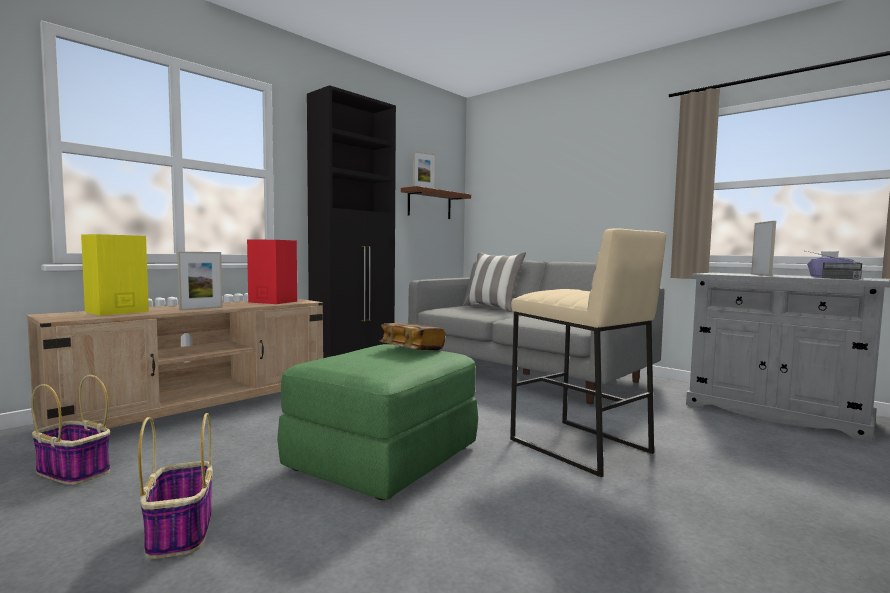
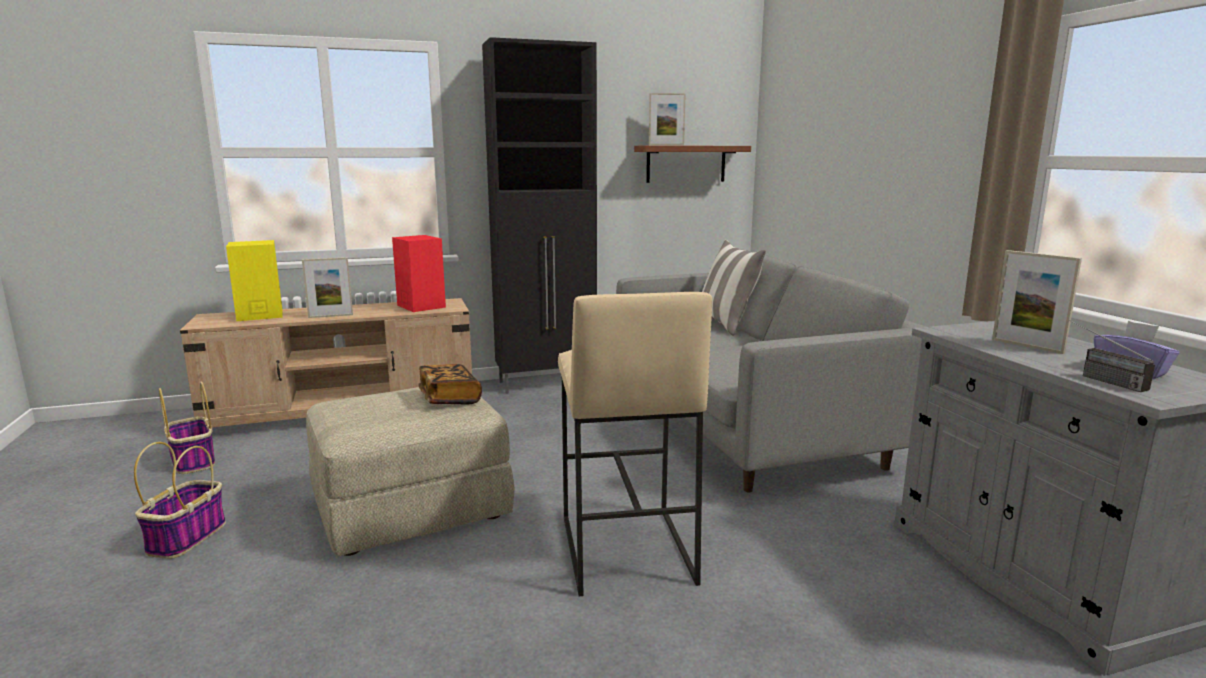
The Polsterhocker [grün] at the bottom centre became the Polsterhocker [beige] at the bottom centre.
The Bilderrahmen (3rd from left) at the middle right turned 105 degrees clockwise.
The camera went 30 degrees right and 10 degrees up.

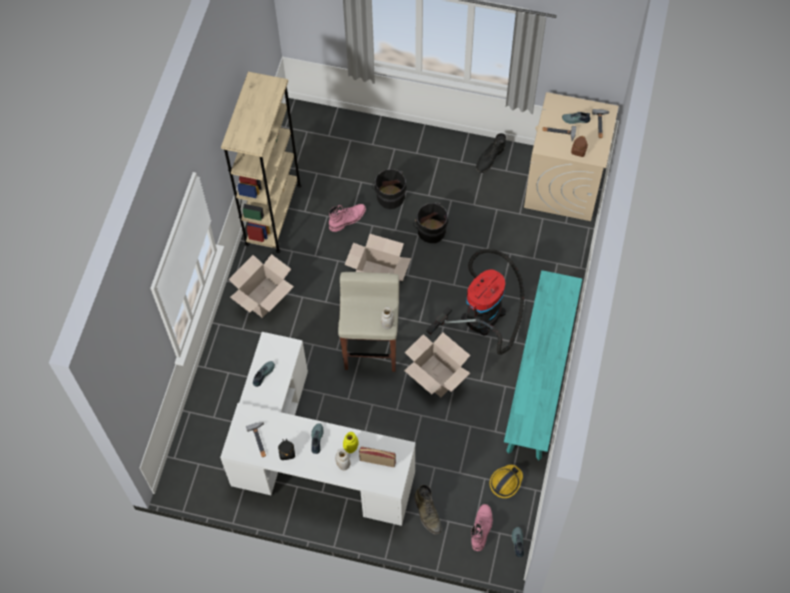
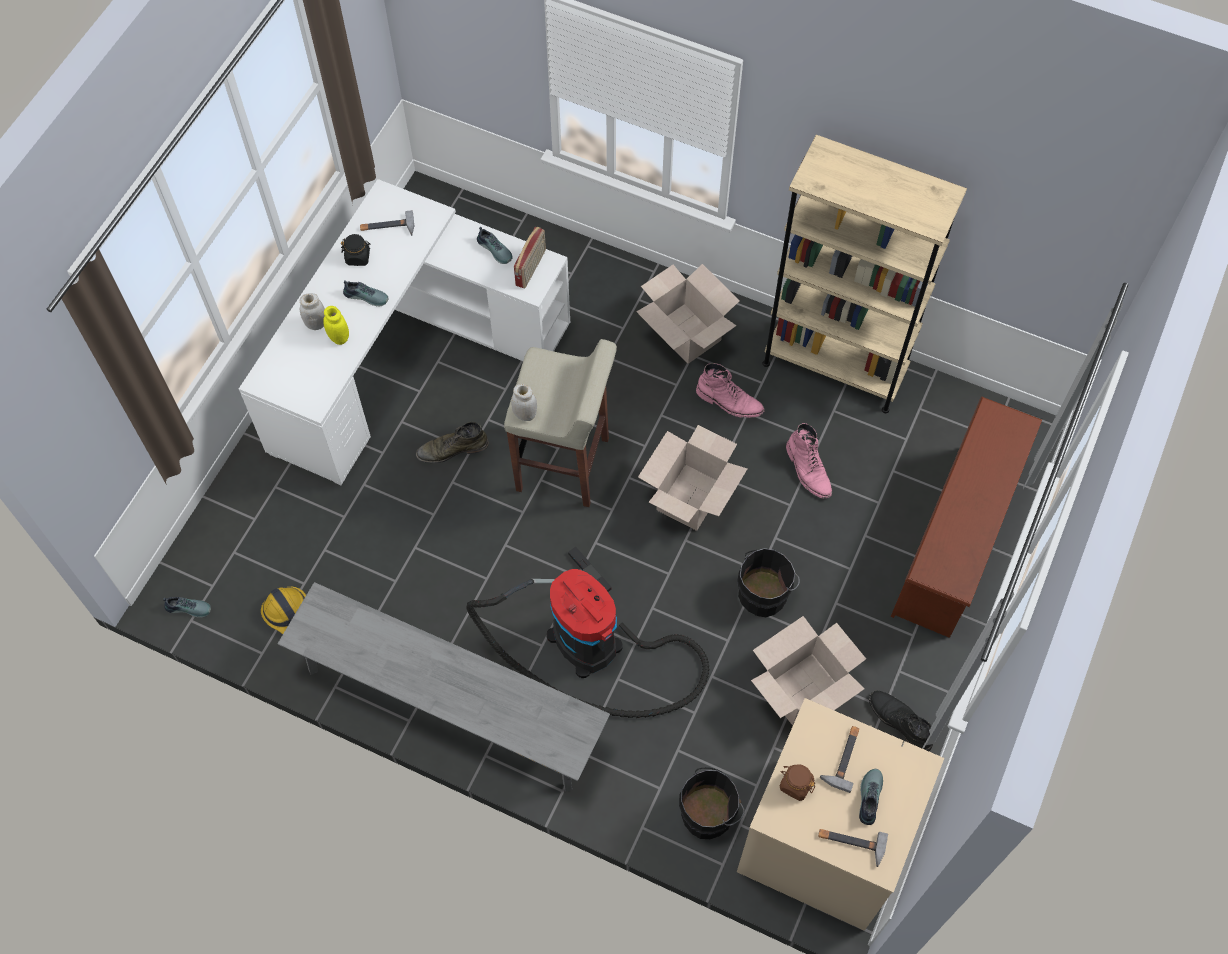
The Bank [türkis] at the middle right became the Bank [grau] at the bottom centre.
The Stiefel [grün] moved from the bottom centre to the centre.
The Radio moved from the bottom centre to the top centre.
The Eimer [schwarz] (1st from left) moved from the top centre to the bottom centre.
The Stiefel [rosa] (2nd from left in the first image) moved from the bottom centre to the centre.
The Karton (3rd from left) moved from the centre to the bottom centre.
The Schuhregal [braun] at the middle right appeared.
The camera went 100 degrees right and 0 degrees up.

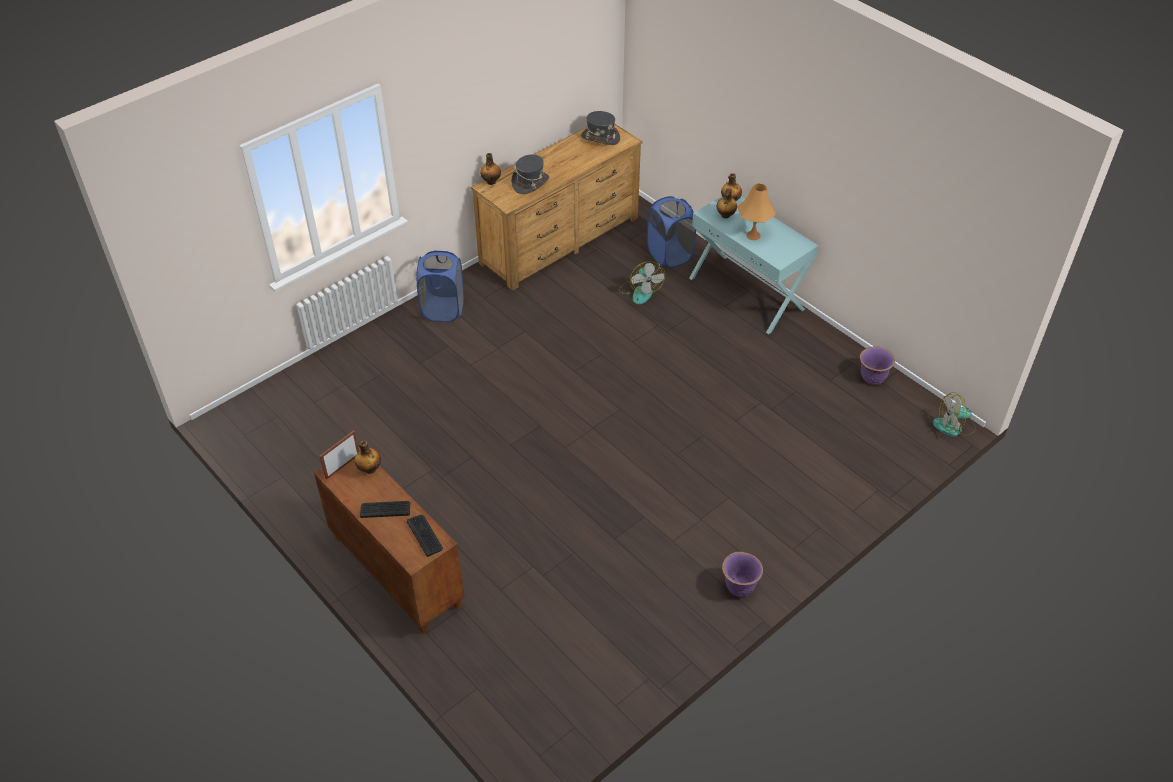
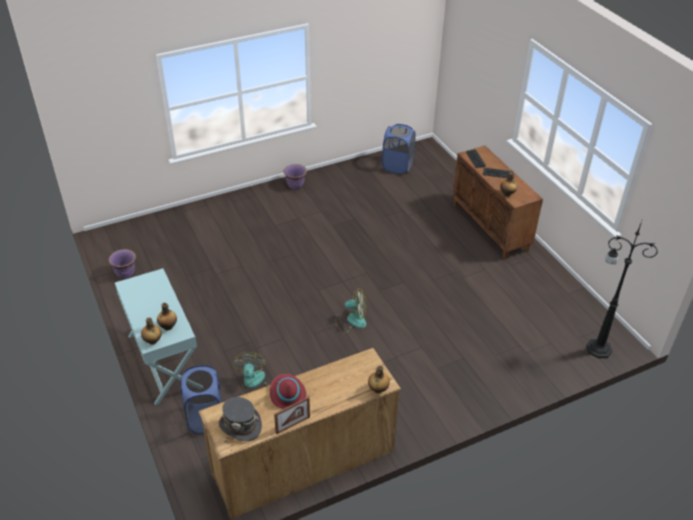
The Hut [rot] at the bottom centre appeared.
The Bilderrahmen moved from the middle left to the bottom centre.
The Ventilator (2nd from left) moved from the middle right to the centre.
The Wäschekorb [blau] (1st from left in the first image) moved from the centre to the top centre.
The Stehlampe [schwarz] at the middle right appeared.
The Hut [grau] (1st from left) at the top centre disappeared.
The Tischlampe [orange] at the top centre disappeared.
The camera went 165 degrees left and 5 degrees down.

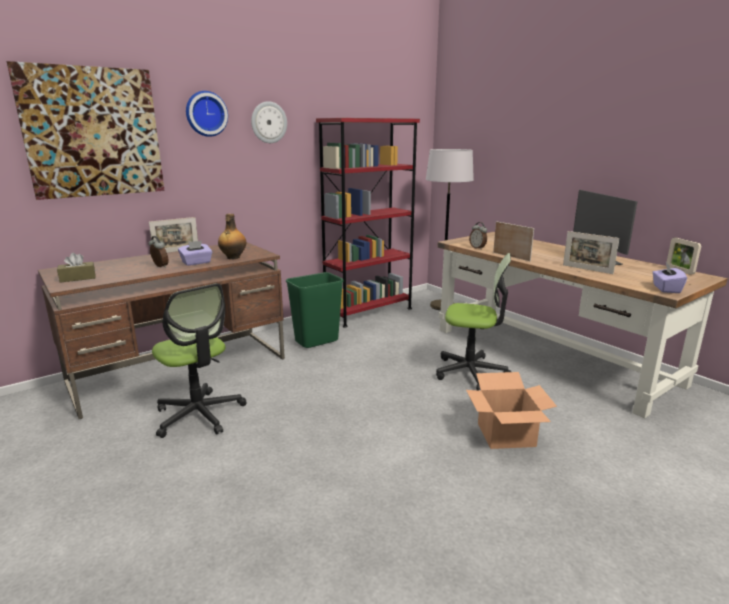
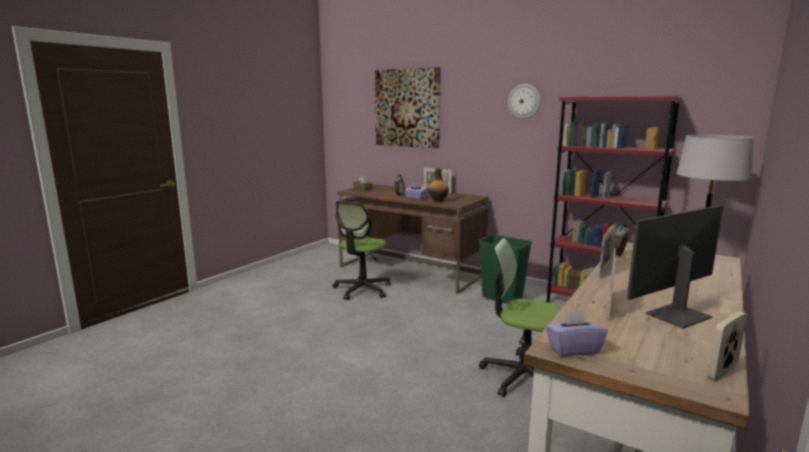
The Bürostuhl (2nd from left) at the centre turned 120 degrees clockwise.
The Wanduhr (1st from left) at the top left disappeared.
The Karton at the bottom right disappeared.
The camera went 70 degrees right and 5 degrees down.

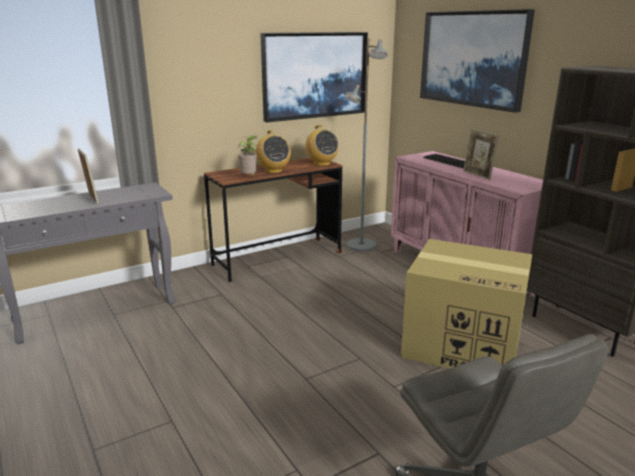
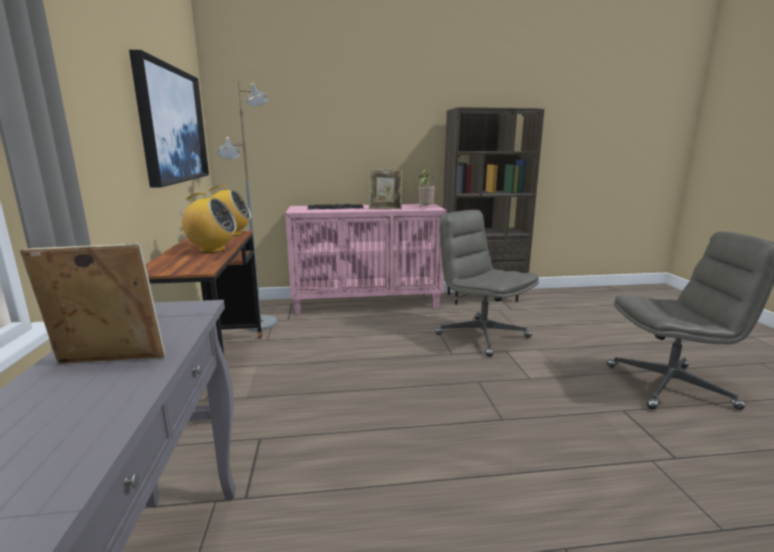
The Topfpflanze moved from the top centre to the centre.
The Karton at the middle right was replaced by the Bürostuhl [grau] (1st from left) at the centre.
The Bild (2nd from left) at the top right disappeared.
The camera went 65 degrees left and 5 degrees down.

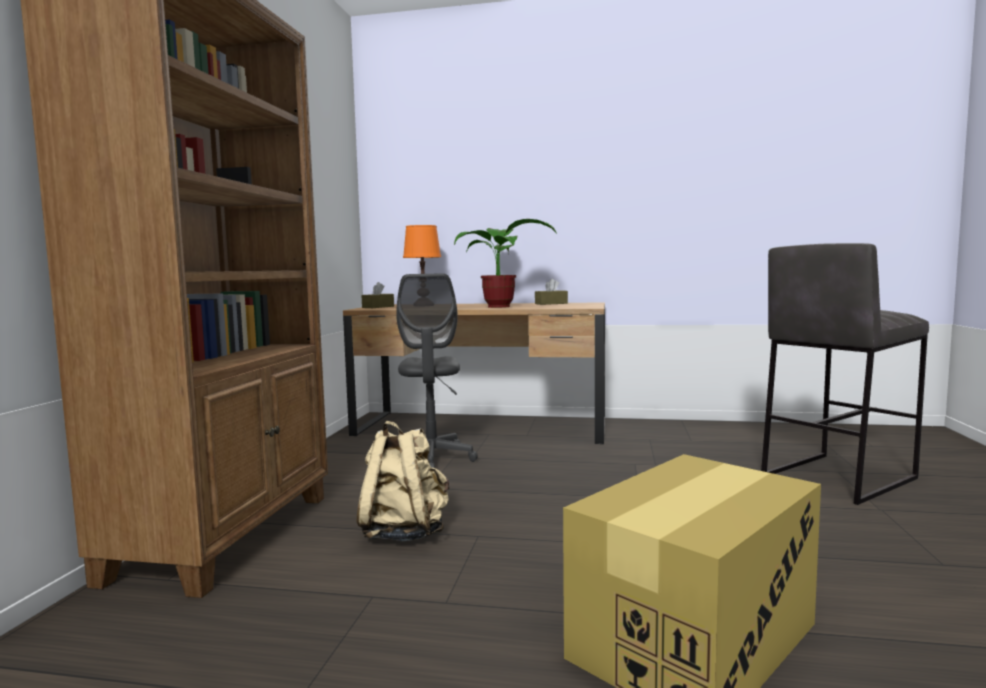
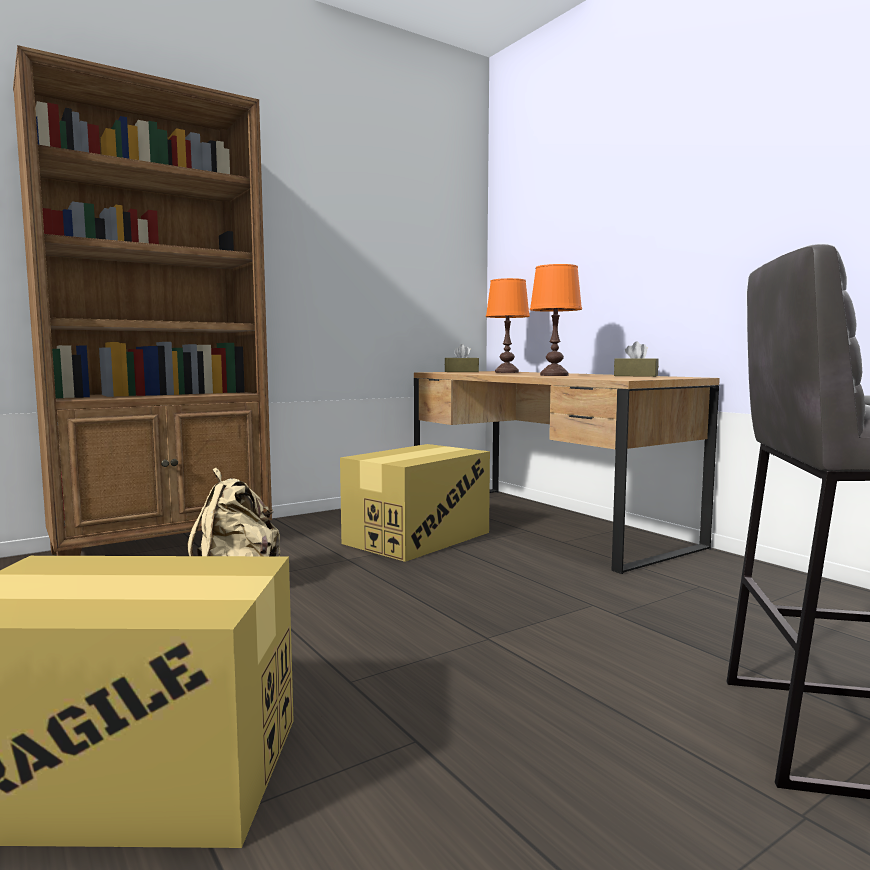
The Bürostuhl [grau] at the centre was replaced by the Karton (2nd from left) at the centre.
The Topfpflanze at the centre was replaced by the Tischlampe [orange] (2nd from left) at the centre.
The camera went 45 degrees right and 0 degrees up.

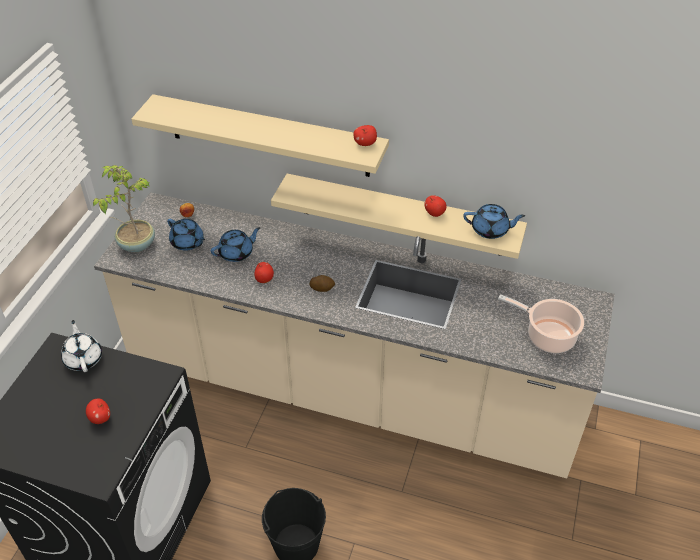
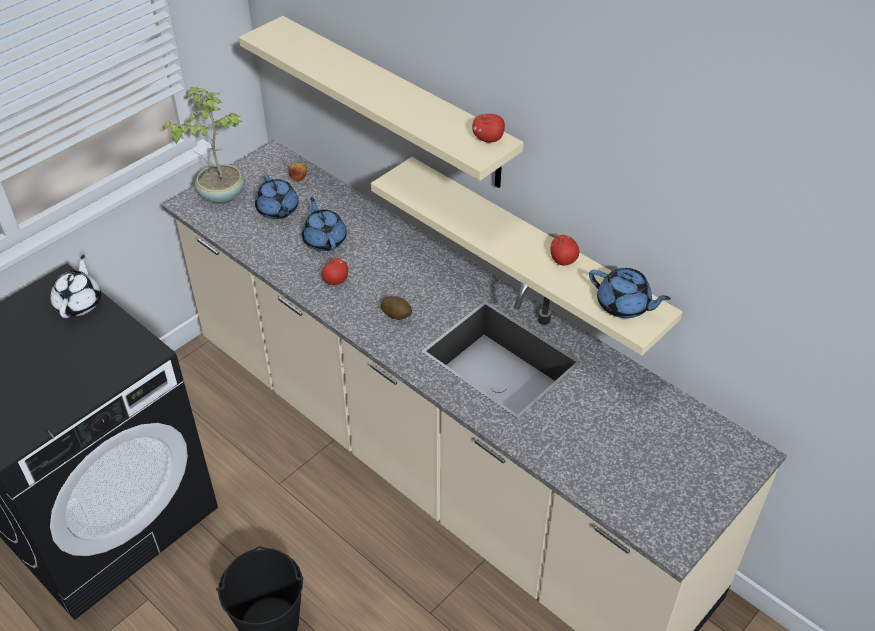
The Teekanne [blau] (2nd from left) at the centre turned 105 degrees counterclockwise.
The Apfel (1st from left) at the bottom left disappeared.
The Kochtopf at the middle right disappeared.
The camera went 25 degrees right and 0 degrees up.

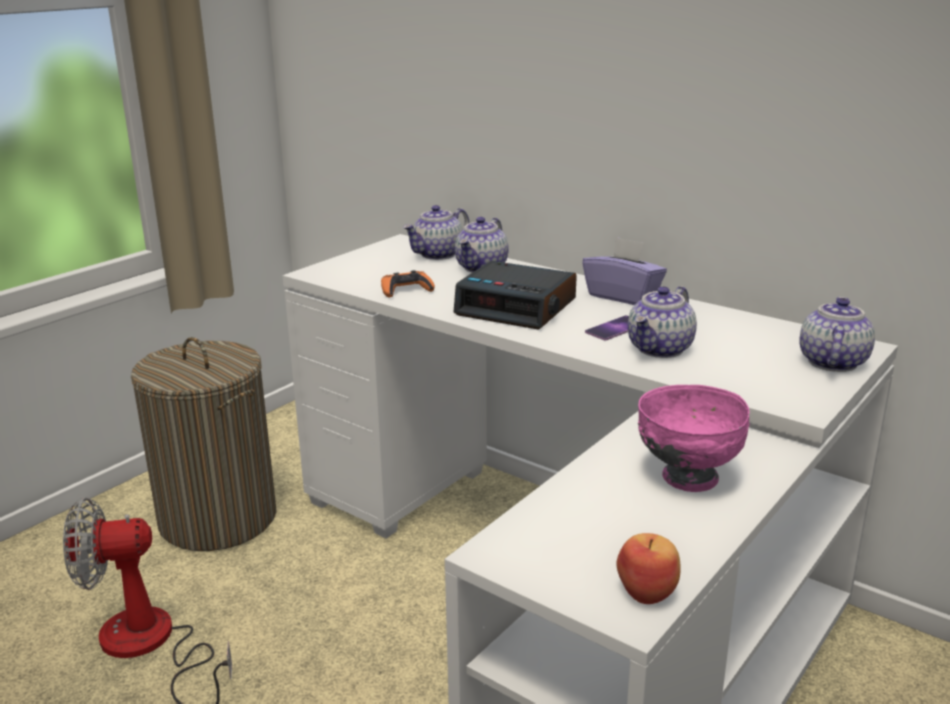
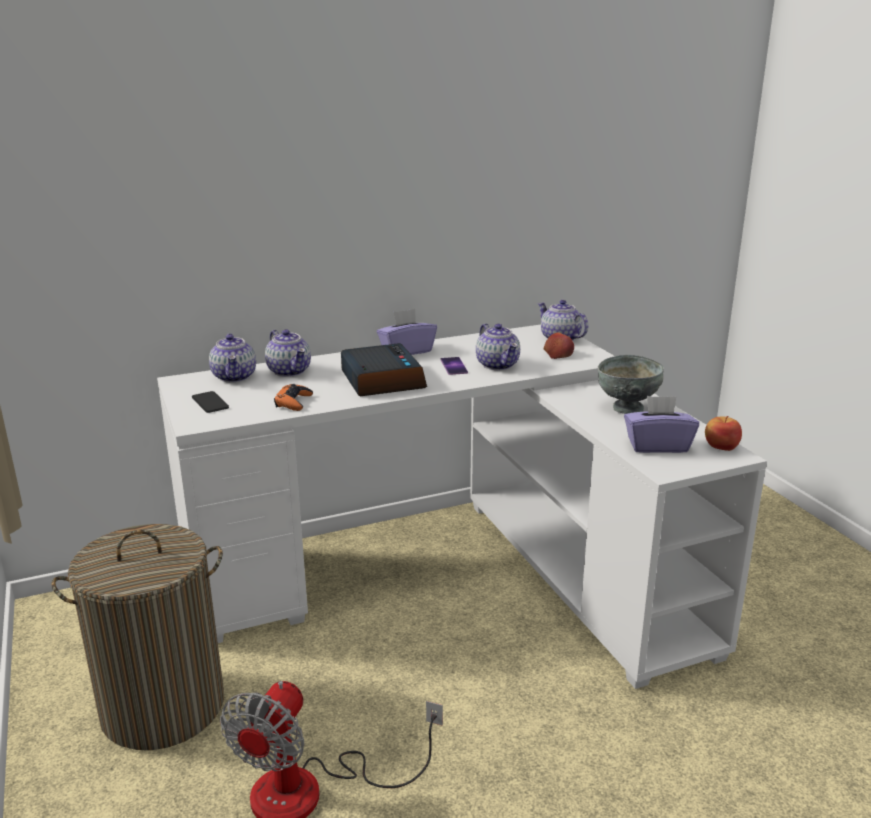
The Handy (1st from left) at the middle left appeared.
The Wecker at the centre turned 75 degrees counterclockwise.
The Apfel (1st from left) at the centre appeared.
The Schüssel [rosa] at the middle right became the Schüssel [grau] at the middle right.
The Taschentuchbox [lila] (2nd from left) at the middle right appeared.
The camera went 60 degrees left and 0 degrees up.

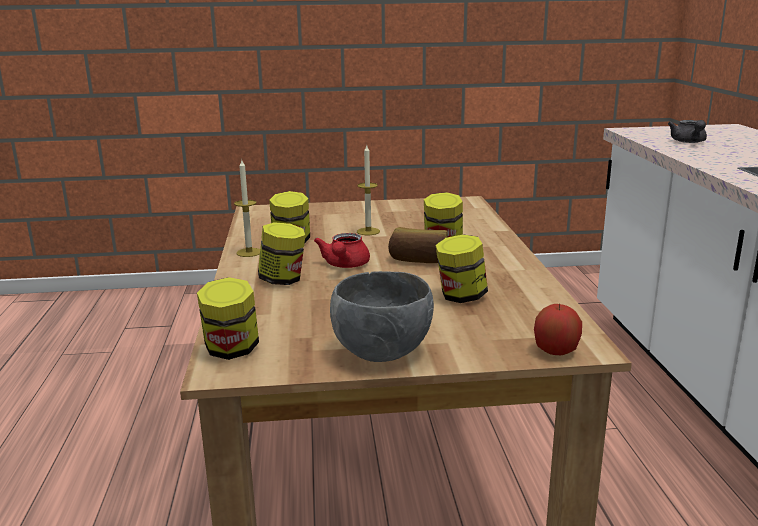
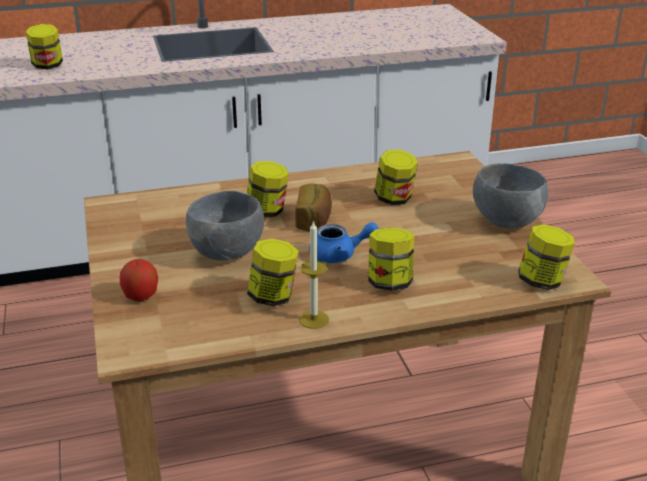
The Teekanne [grau] at the top right was replaced by the Vorratsglas (1st from left) at the top left.
The Apfel moved from the middle right to the middle left.
The Kerze (2nd from left) at the centre was replaced by the Schüssel [grau] (1st from left) at the centre.
The Teekanne [rot] at the centre became the Teekanne [blau] at the centre.
The camera went 100 degrees left and 10 degrees up.

